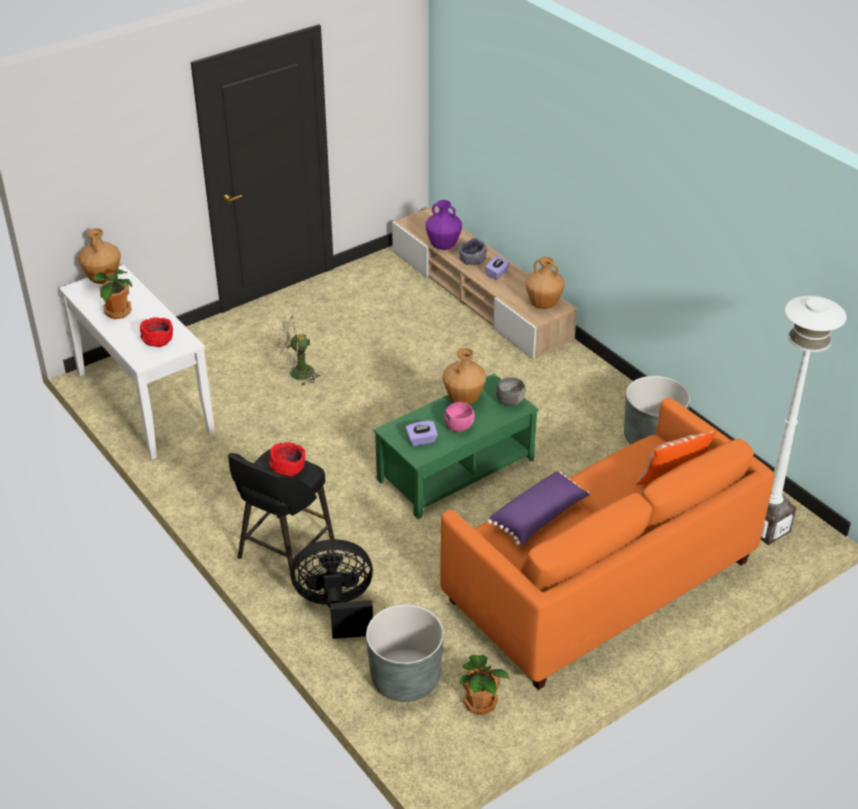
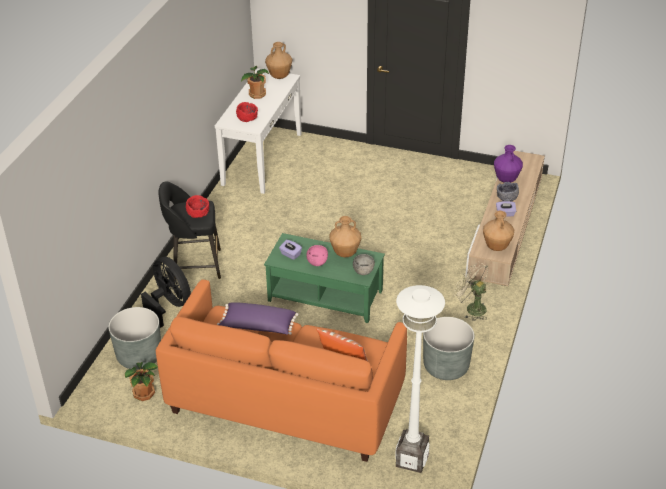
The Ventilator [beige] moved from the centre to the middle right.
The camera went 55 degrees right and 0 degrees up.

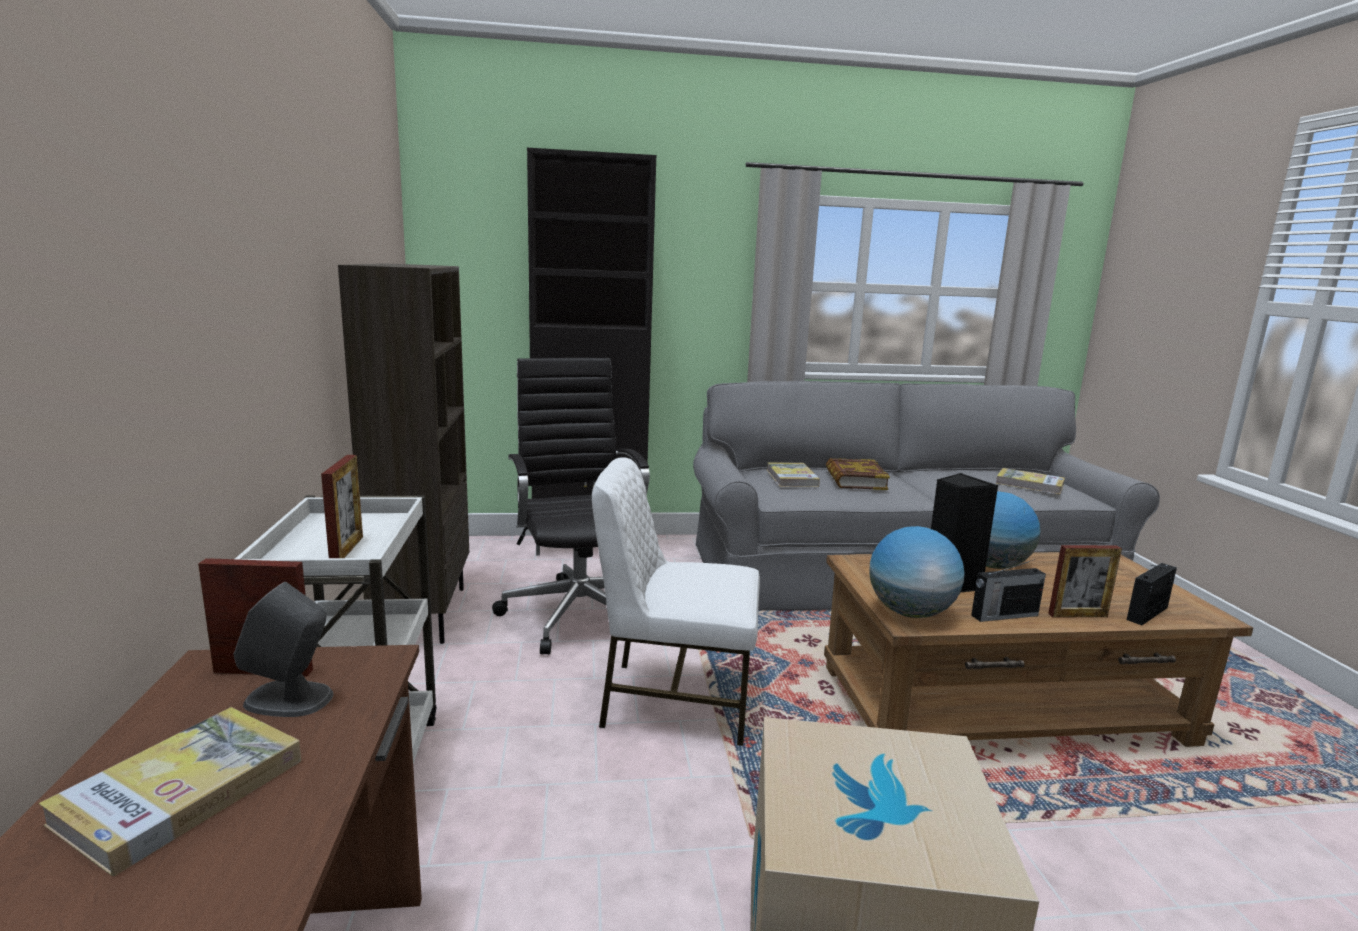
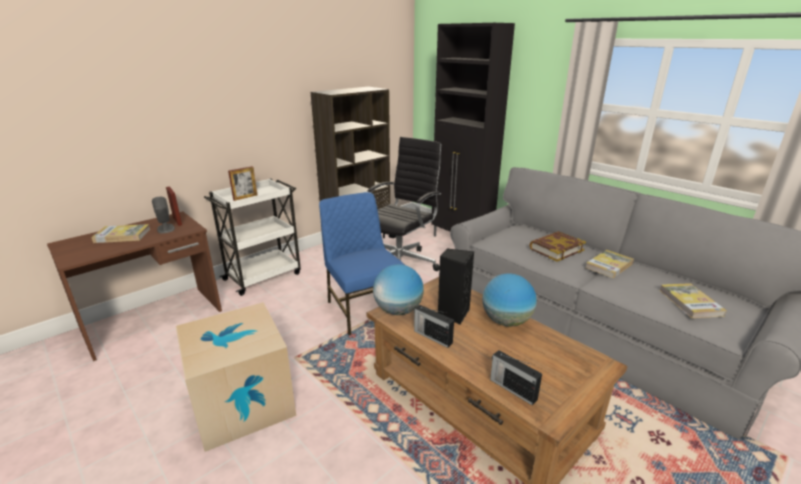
The Stuhl [weiß] at the centre became the Stuhl [blau] at the centre.
The Radio (2nd from left) at the middle right turned 150 degrees counterclockwise.
The Buch (2nd from left in the first image) moved from the centre to the middle right.
The Bilderrahmen (3rd from left) at the middle right disappeared.
The camera went 55 degrees right and 10 degrees up.

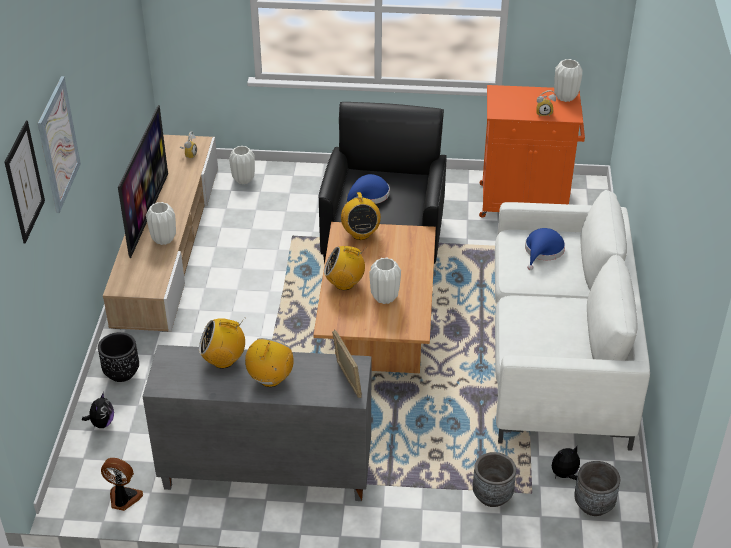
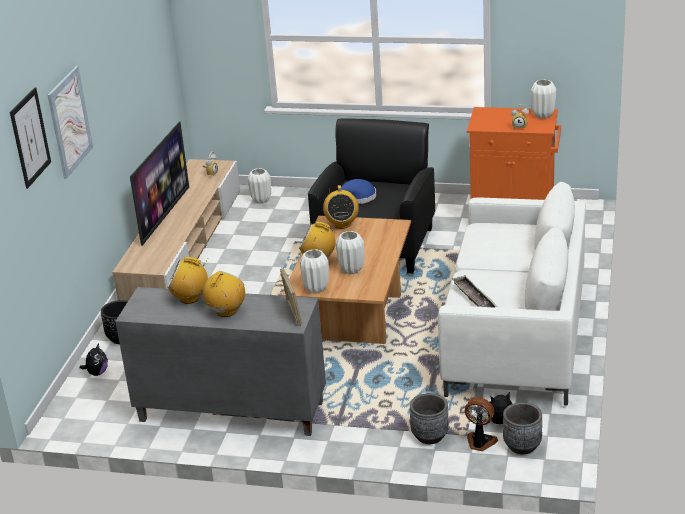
The Vase [weiß] (1st from left in the first image) moved from the middle left to the centre.
The Tablett at the middle right appeared.
The Ventilator moved from the bottom left to the bottom right.
The Hut [blau] (2nd from left) at the middle right disappeared.
The camera went 10 degrees right and 10 degrees down.

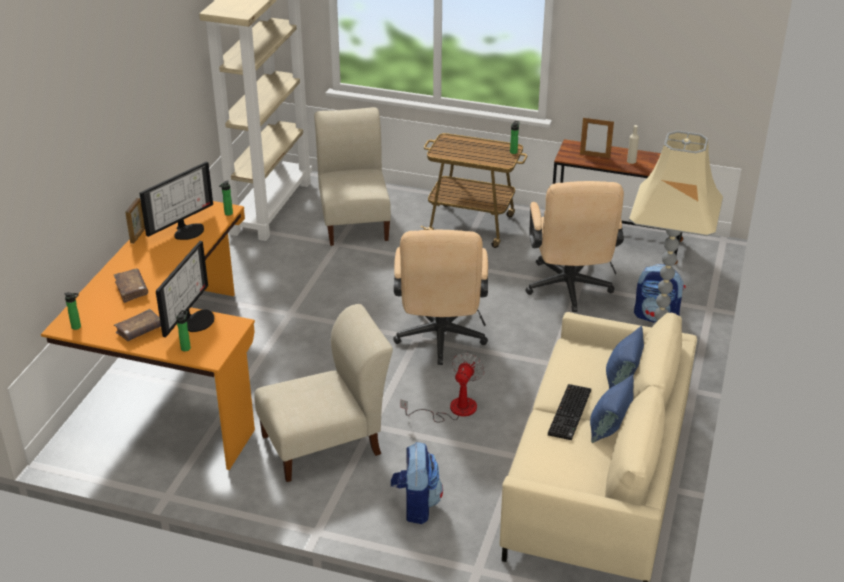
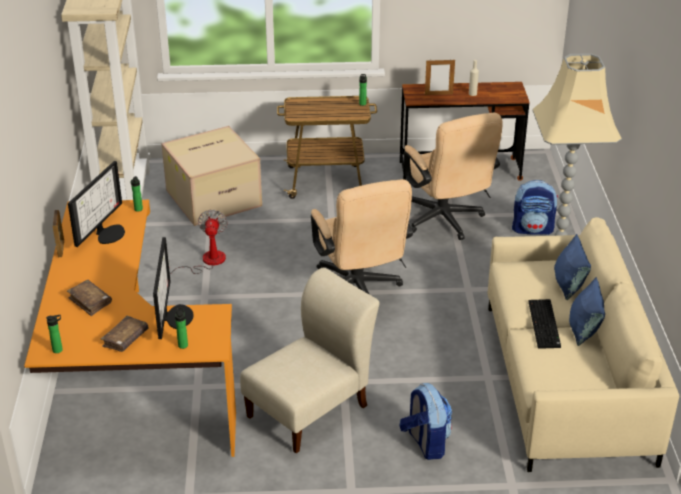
The Stuhl [beige] (2nd from left) at the top centre was replaced by the Karton at the middle left.
The Ventilator moved from the centre to the middle left.
The camera went 20 degrees left and 0 degrees up.

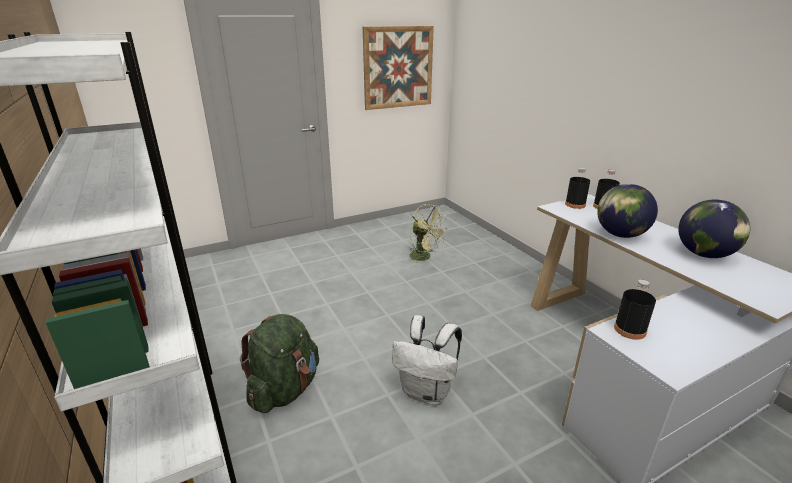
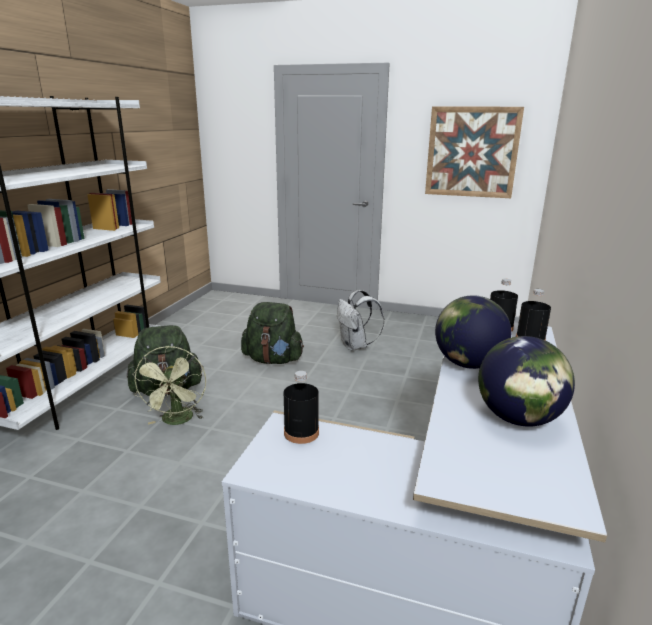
The Ventilator [grün] moved from the centre to the middle left.
The Rucksack [grün] (2nd from left) at the centre appeared.
The Rucksack [weiß] moved from the bottom centre to the centre.
The camera went 45 degrees right and 5 degrees down.

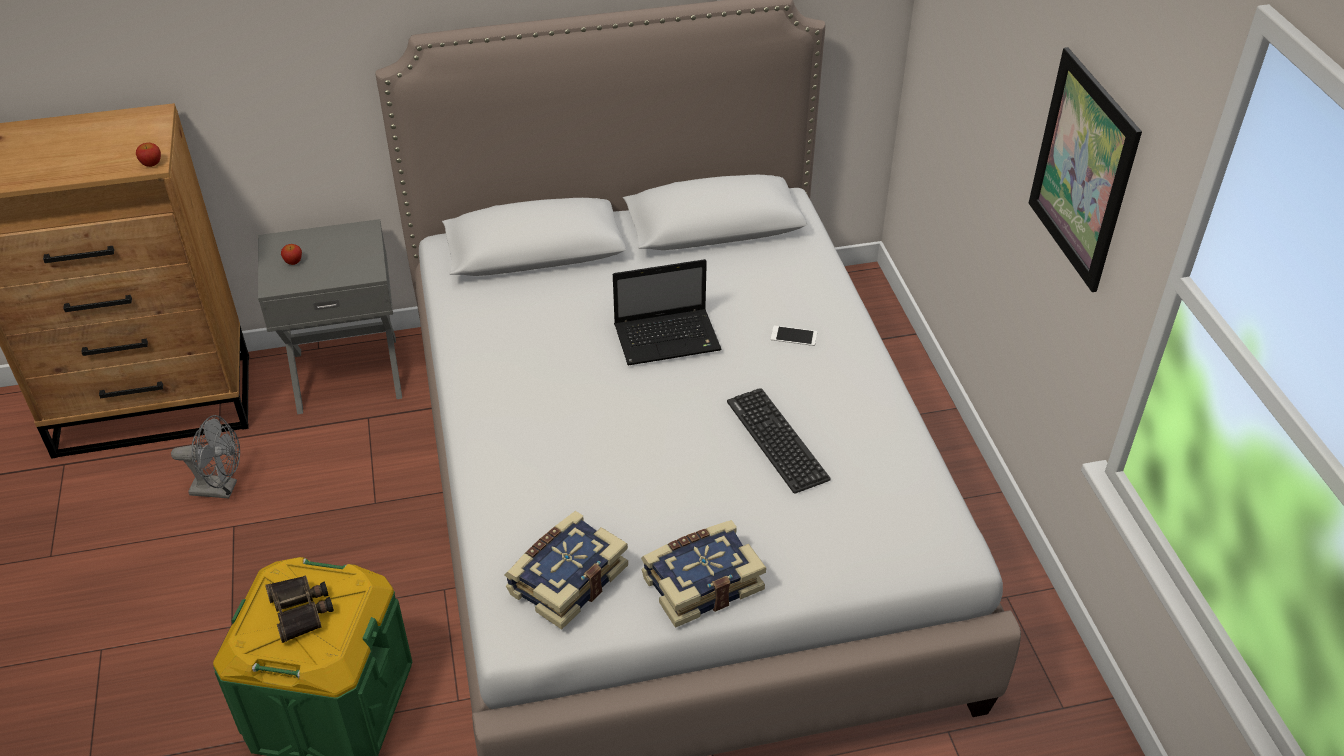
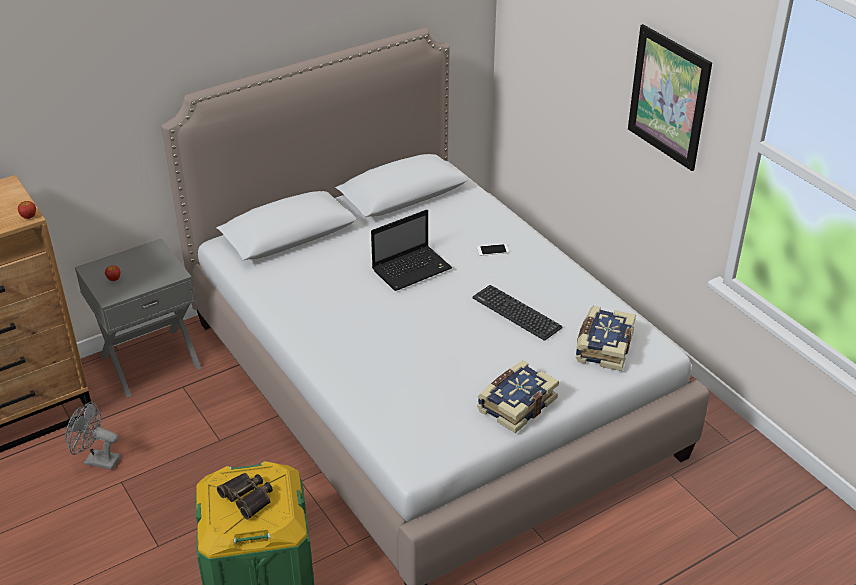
The Ventilator [grau] at the middle left turned 150 degrees counterclockwise.
The Buch (1st from left in the first image) moved from the bottom centre to the middle right.
The camera went 20 degrees left and 5 degrees down.

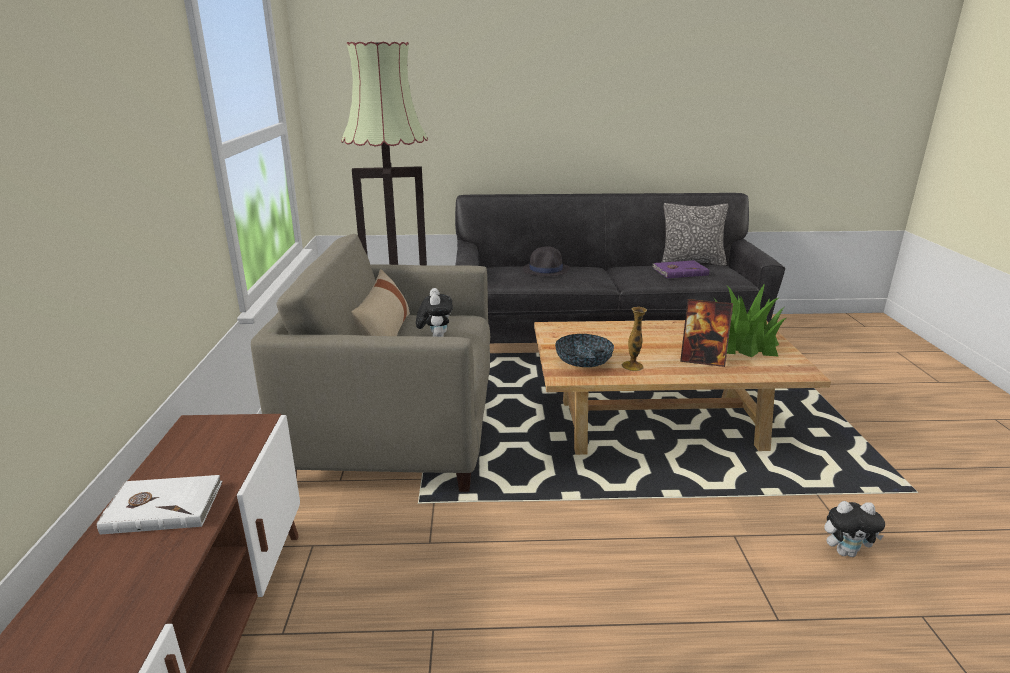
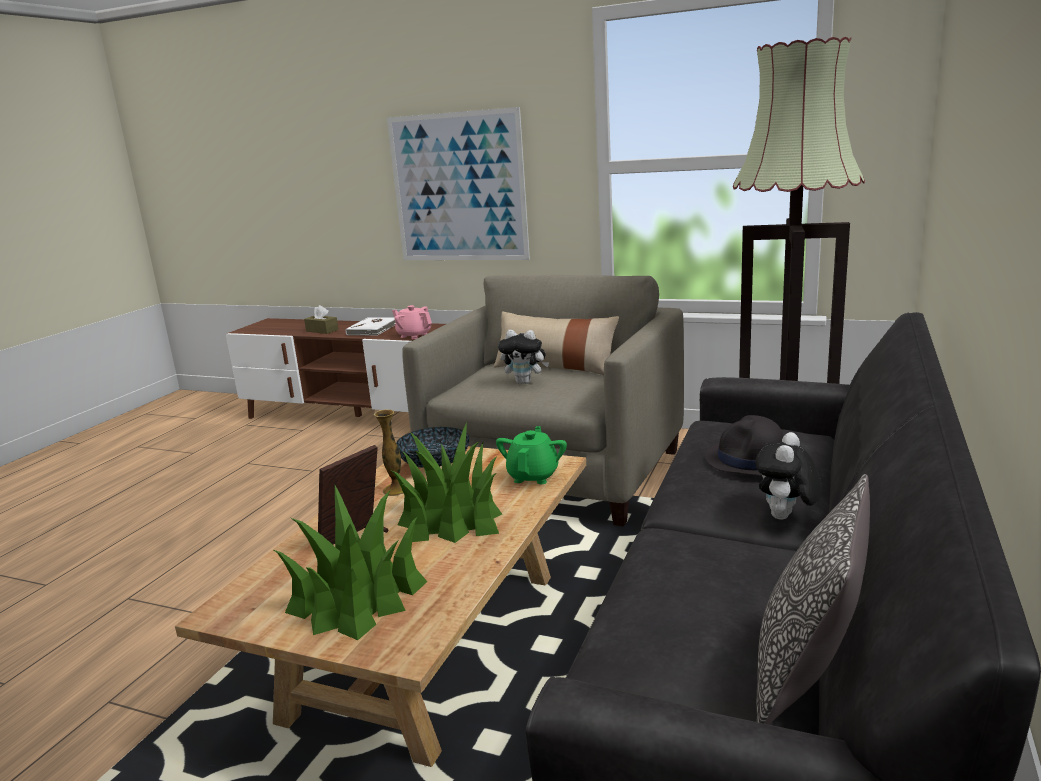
The Taschentuchbox [braun] at the middle left appeared.
The Bild at the top centre appeared.
The Teekanne [rosa] at the centre appeared.
The Topfpflanze (2nd from left) at the centre appeared.
The Teekanne [grün] at the centre appeared.
The Plüschtier (2nd from left) moved from the bottom right to the middle right.
The Buch [lila] at the middle right disappeared.
The camera went 115 degrees right and 5 degrees down.

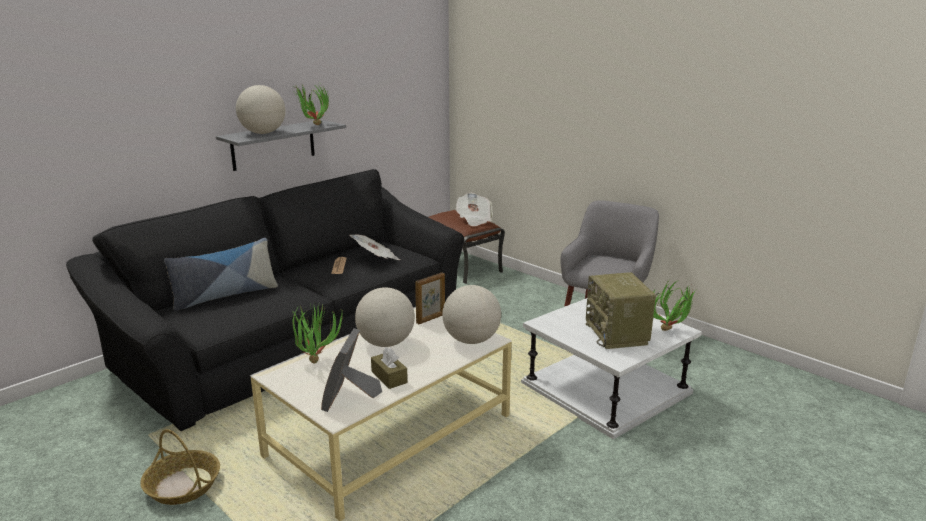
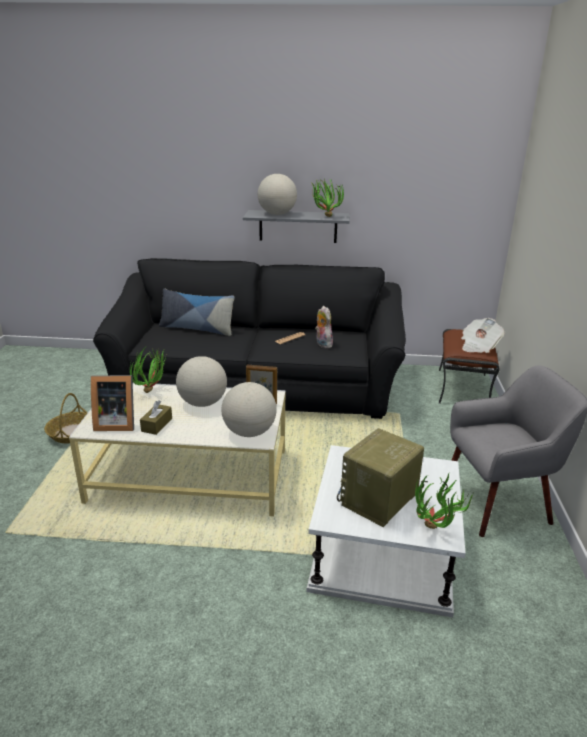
The Bilderrahmen (1st from left) at the bottom centre turned 150 degrees counterclockwise.
The Zeitung (2nd from left) at the centre was replaced by the Plüschtier at the centre.
The camera went 50 degrees right and 5 degrees up.

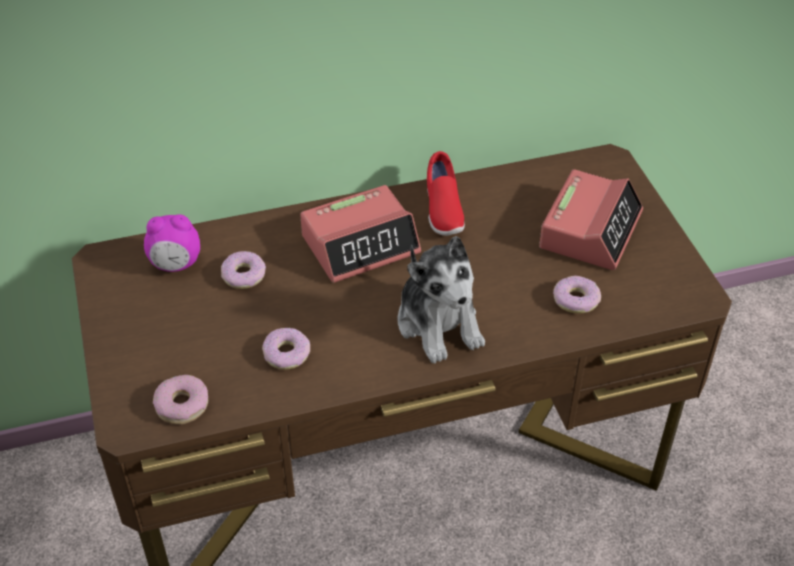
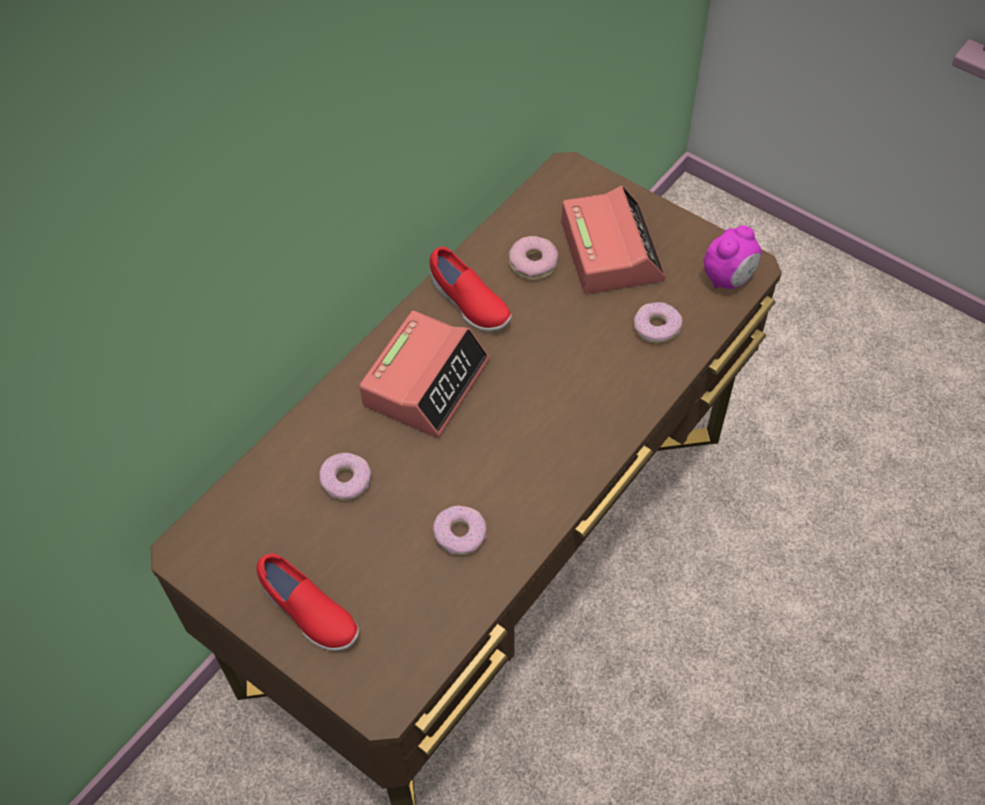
The Schuh [rot] (1st from left) at the bottom left appeared.
The Donut (1st from left in the first image) moved from the bottom left to the top centre.
The Wecker (1st from left in the first image) moved from the middle left to the top right.
The Plüschtier at the centre disappeared.
The camera went 35 degrees left and 10 degrees up.

